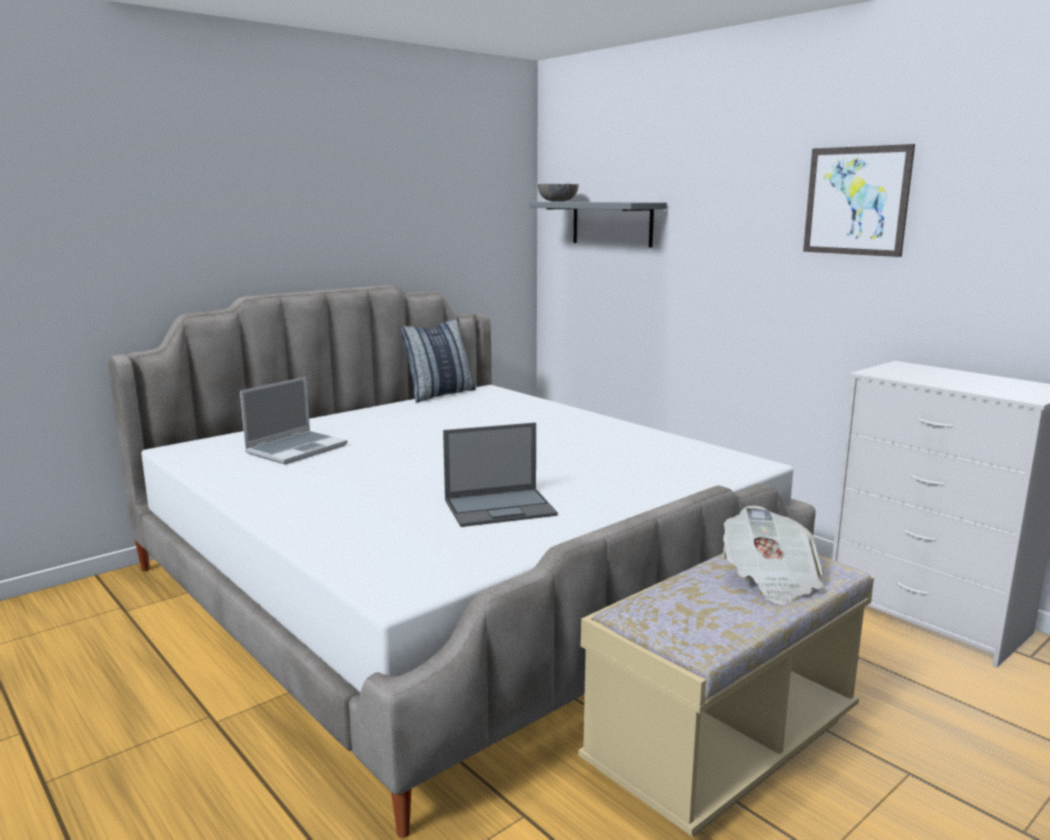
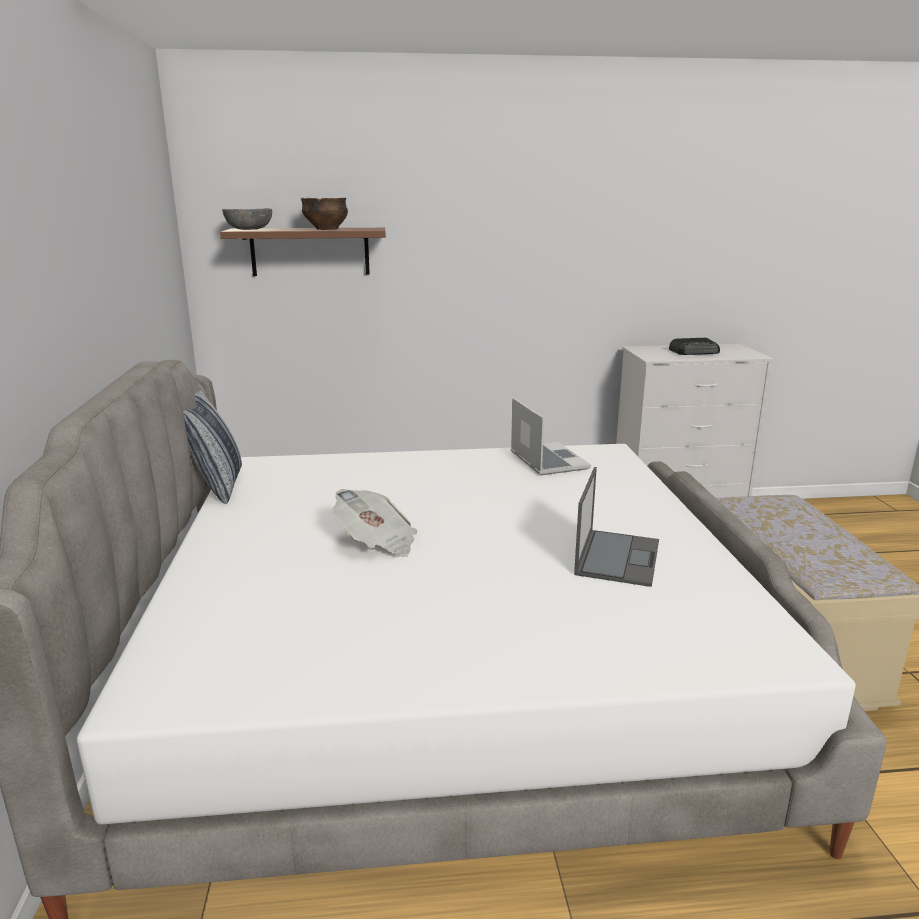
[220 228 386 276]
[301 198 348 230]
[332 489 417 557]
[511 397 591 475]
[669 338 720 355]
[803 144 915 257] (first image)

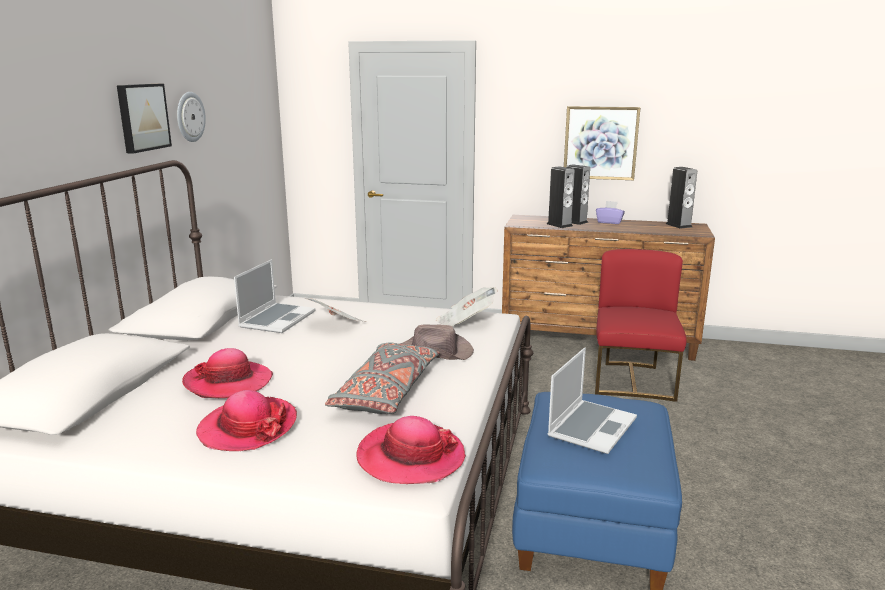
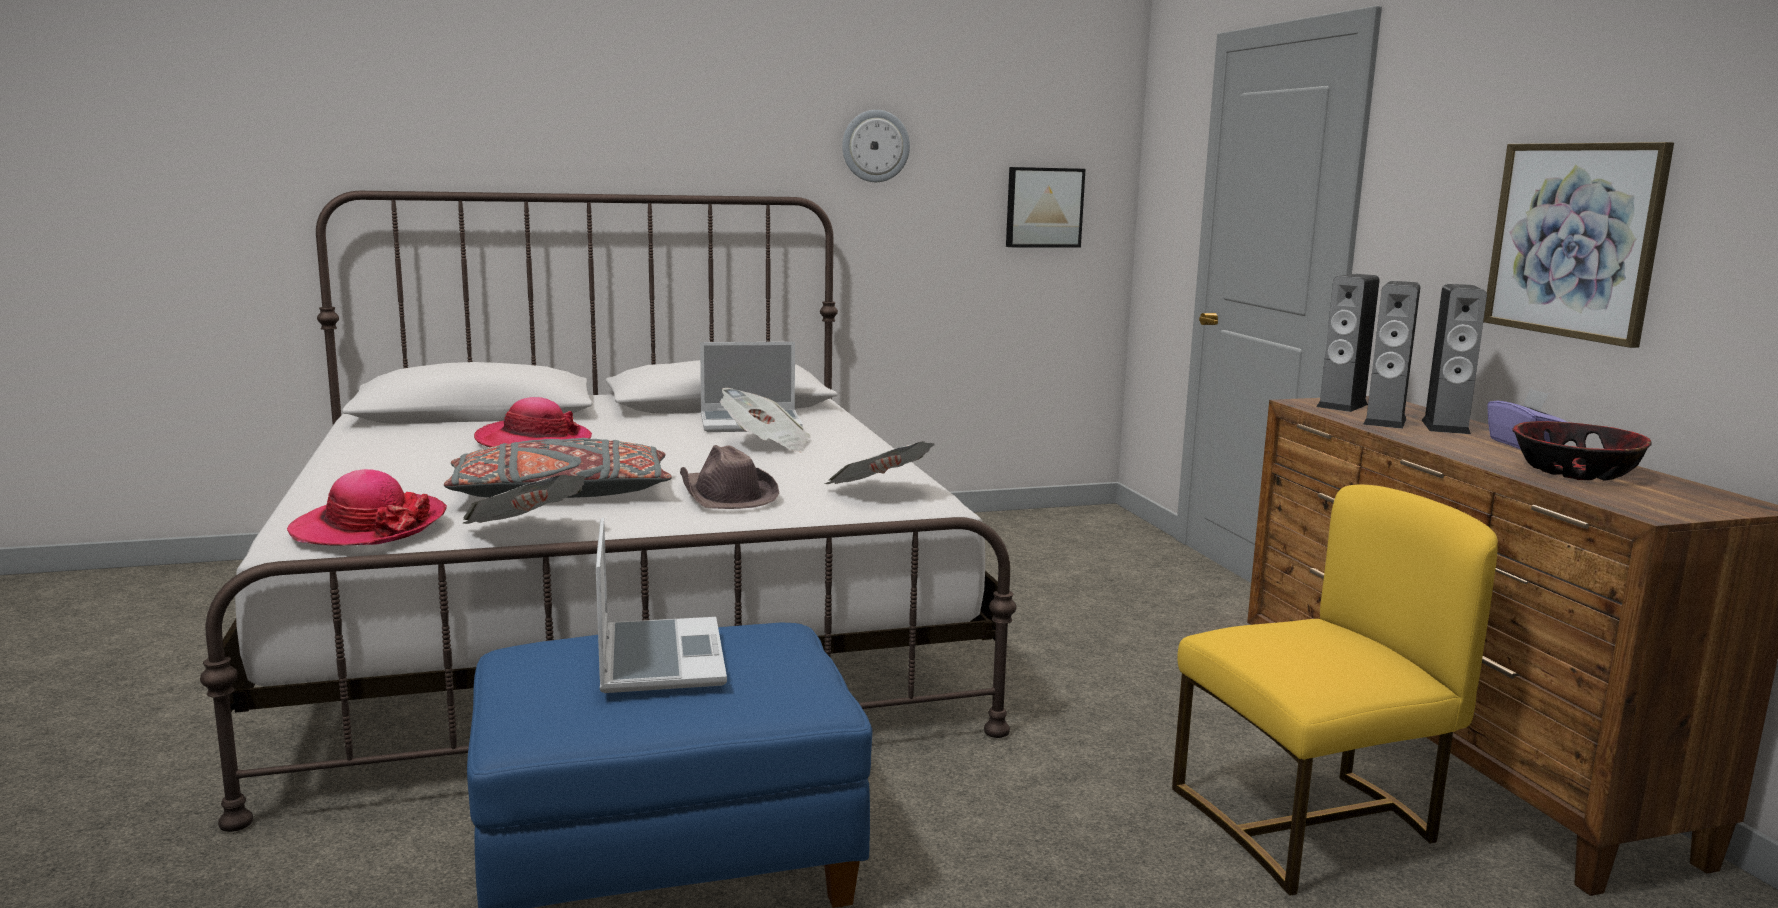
[462 475 586 524]
[596 518 727 693]
[1006 167 1086 248]
[1172 485 1498 896]
[1316 274 1380 412]
[1512 421 1652 480]
[196 390 297 451] (first image)

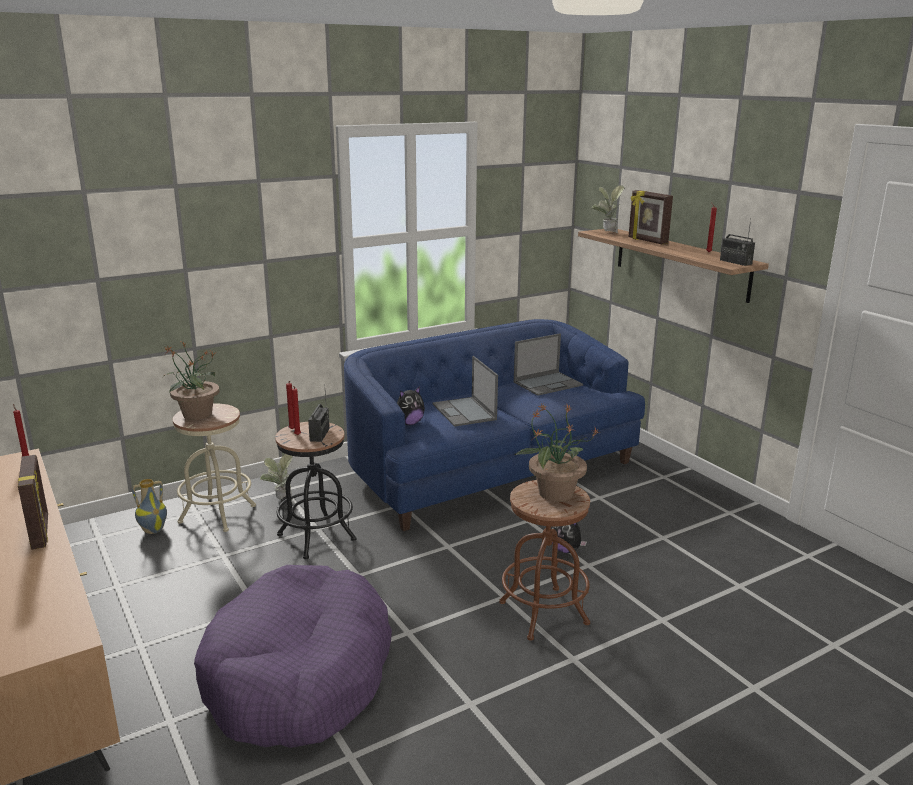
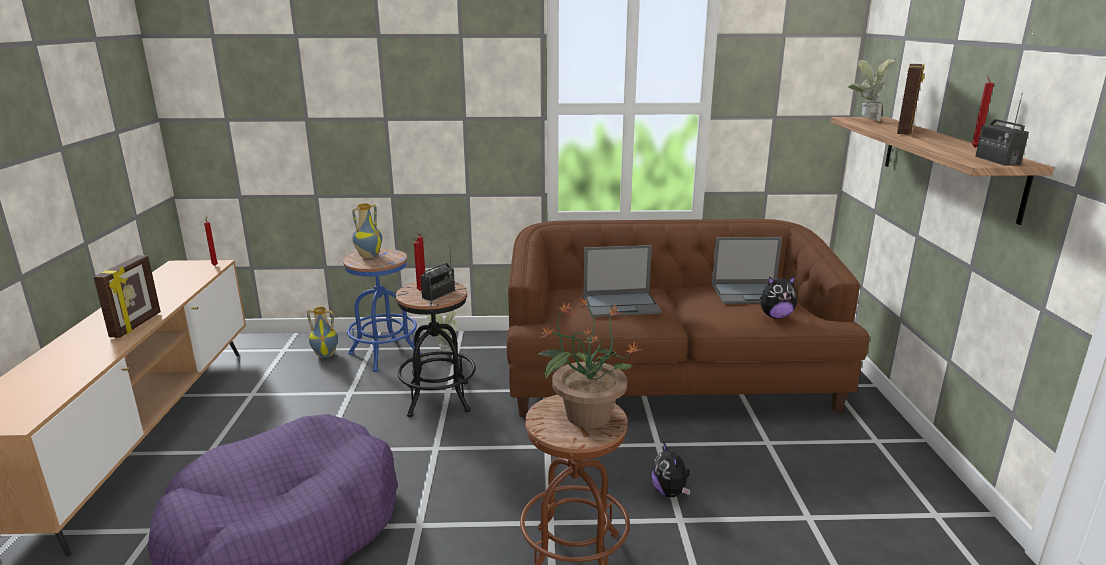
[343 248 421 372]
[352 204 382 258]
[507 219 869 417]
[583 245 662 317]
[760 276 797 319]
[897 64 925 135]

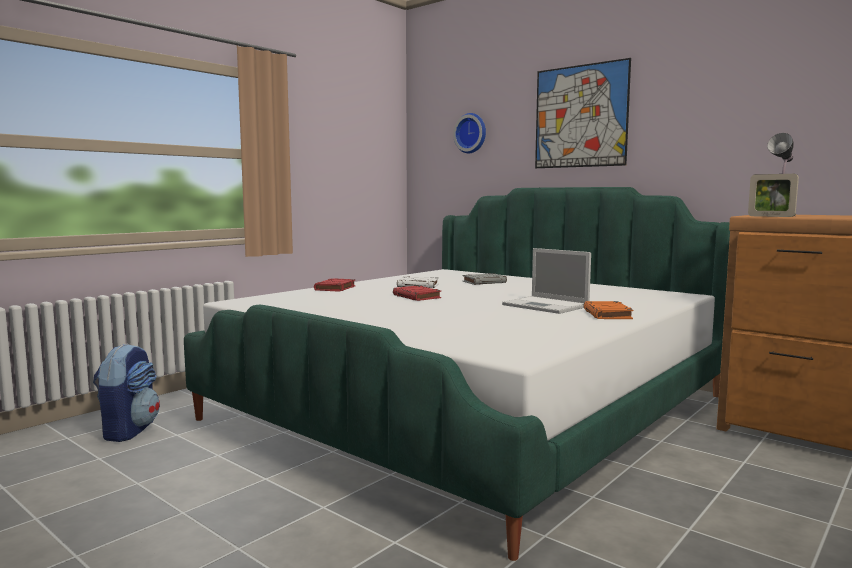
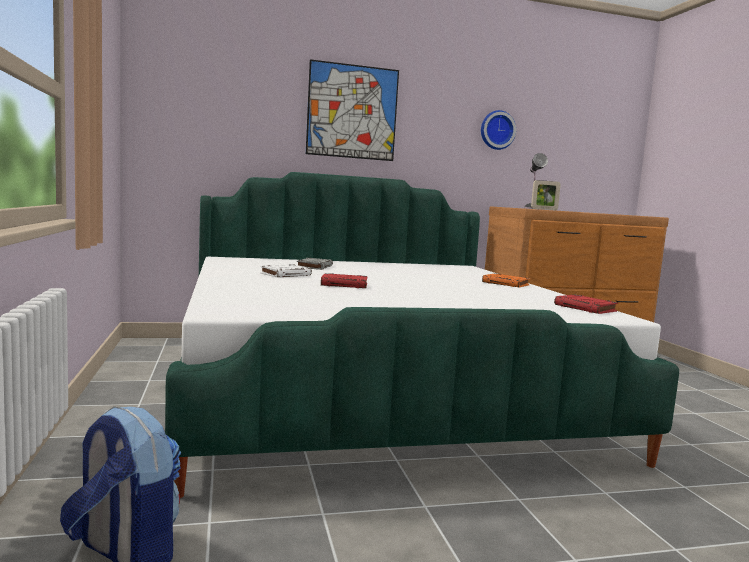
[481 110 516 150]
[554 295 618 314]
[502 248 591 314] (first image)

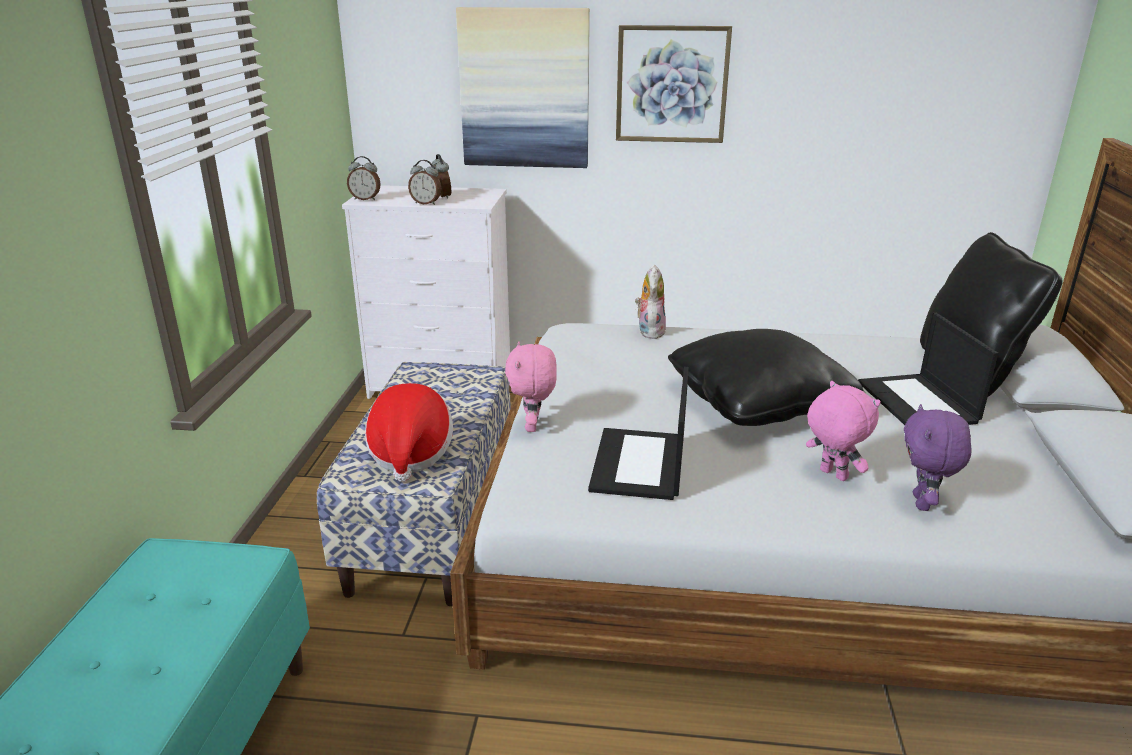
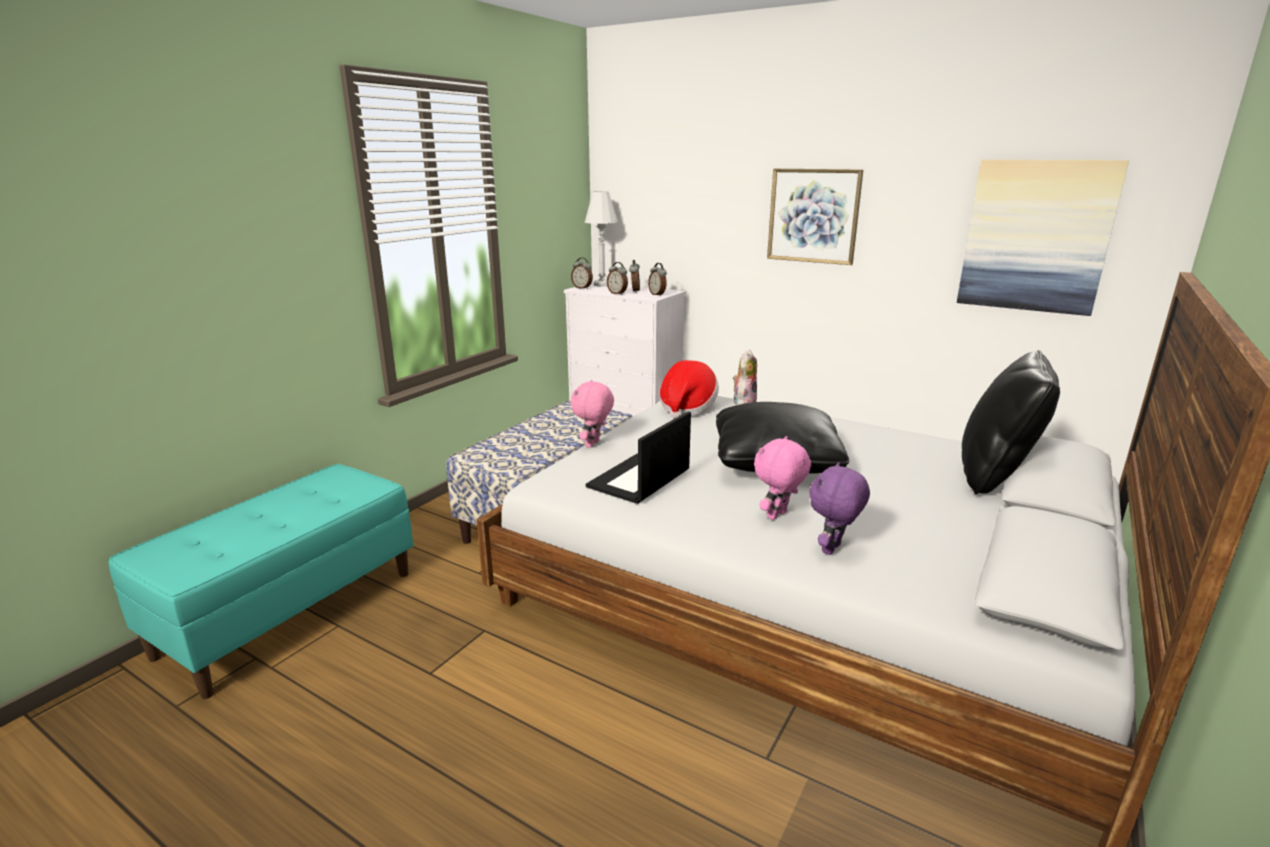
[585 191 618 287]
[648 263 667 296]
[659 360 719 418]
[754 436 811 520]
[957 160 1129 316]
[858 313 998 425] (first image)

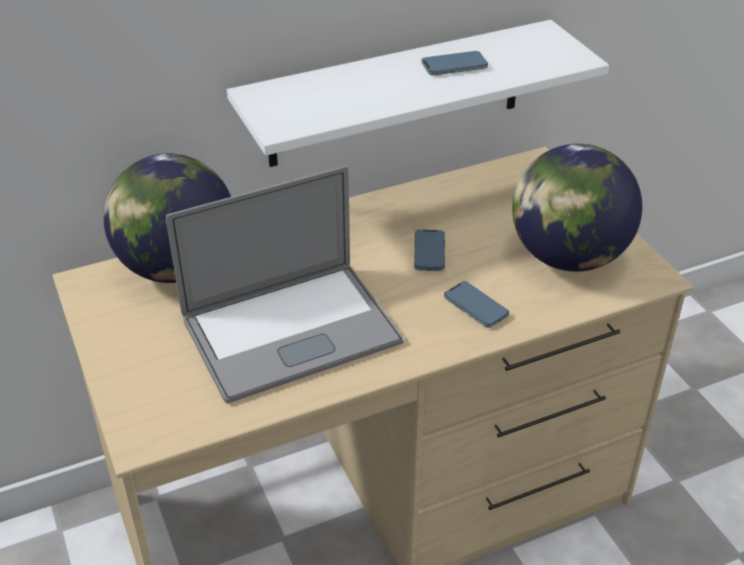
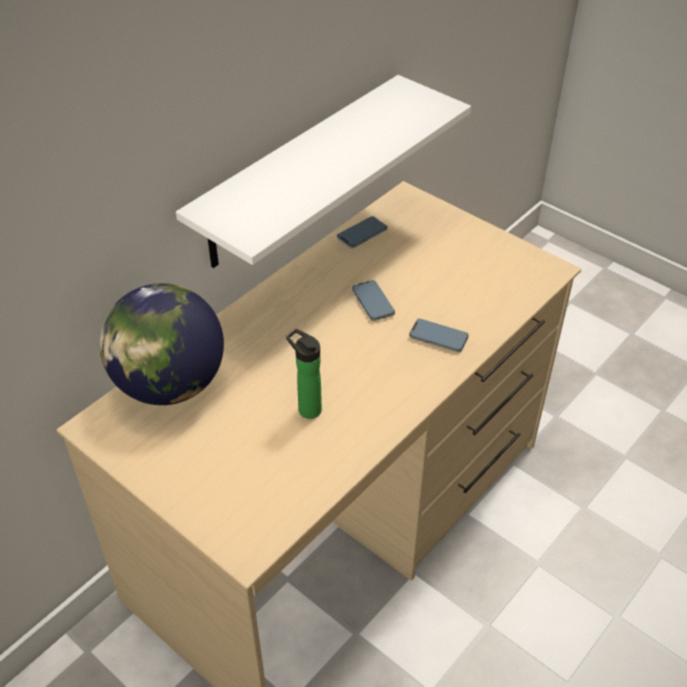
[286 329 322 419]
[337 216 387 248]
[512 144 642 272] (first image)

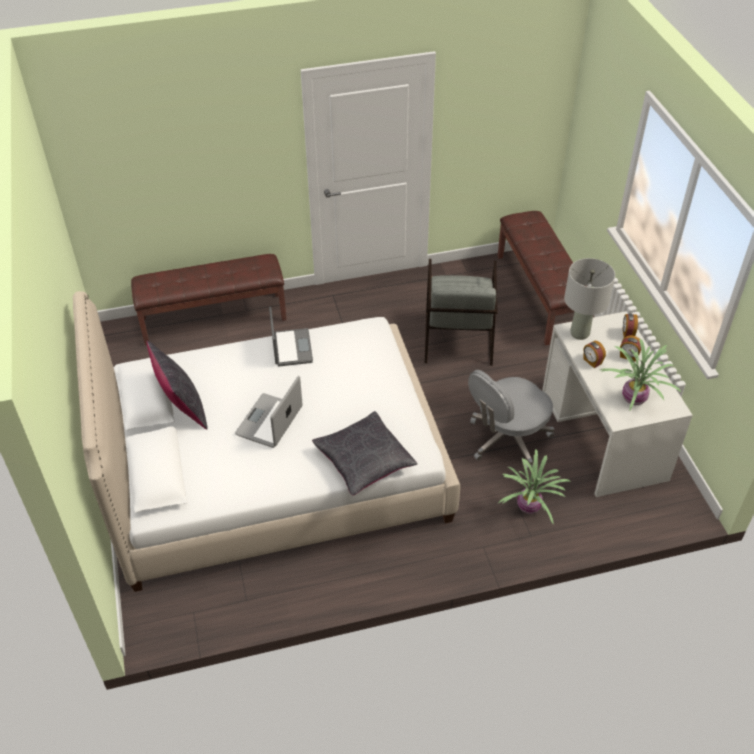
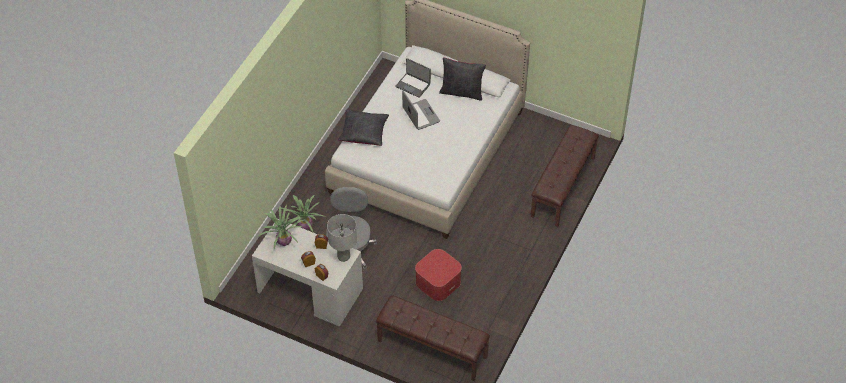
[395 58 431 98]
[415 249 462 301]

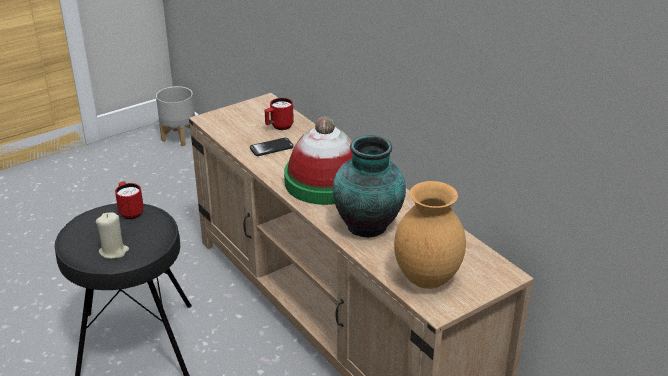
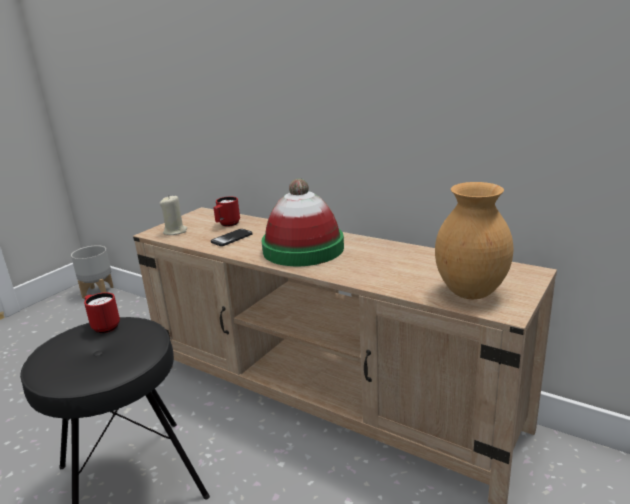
[160 195 187 235]
[332 135 406 237] (first image)

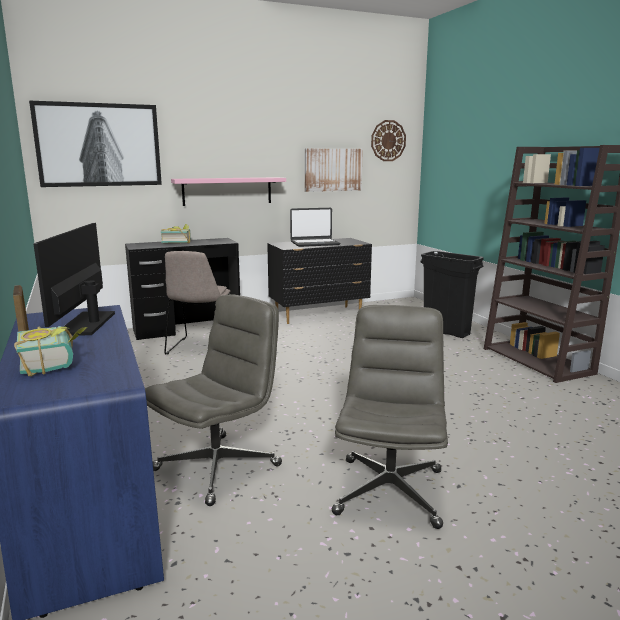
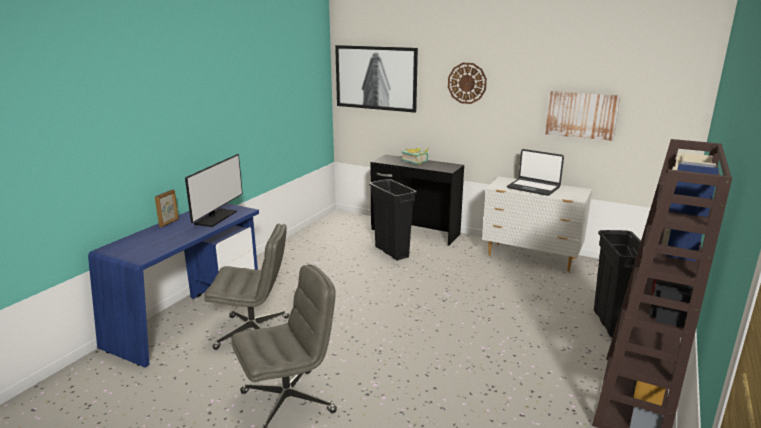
[185 154 243 227]
[369 179 417 261]
[448 63 487 104]
[482 177 592 272]
[14 326 87 376] (first image)
[171 177 286 206] (first image)

